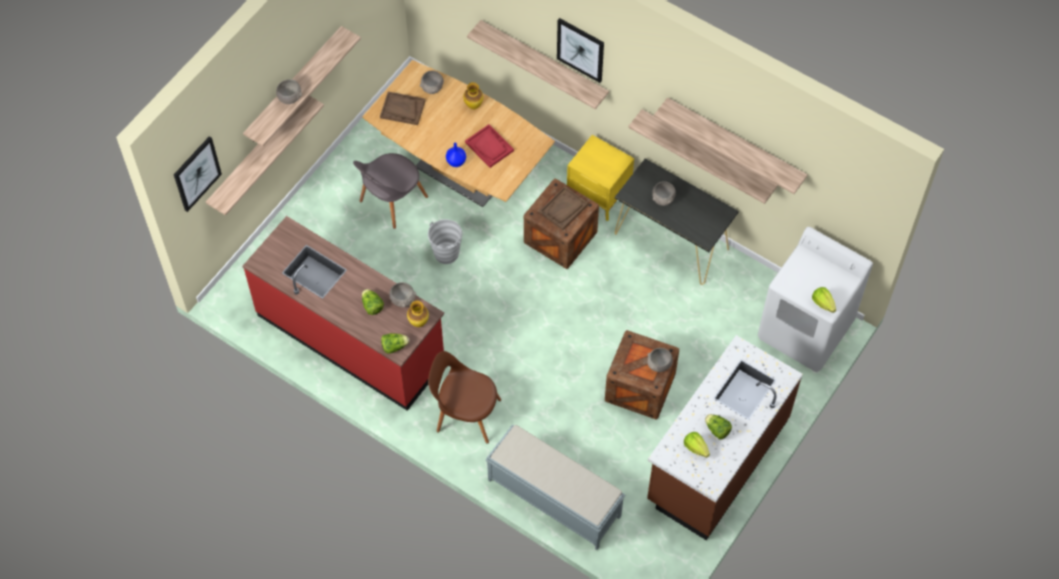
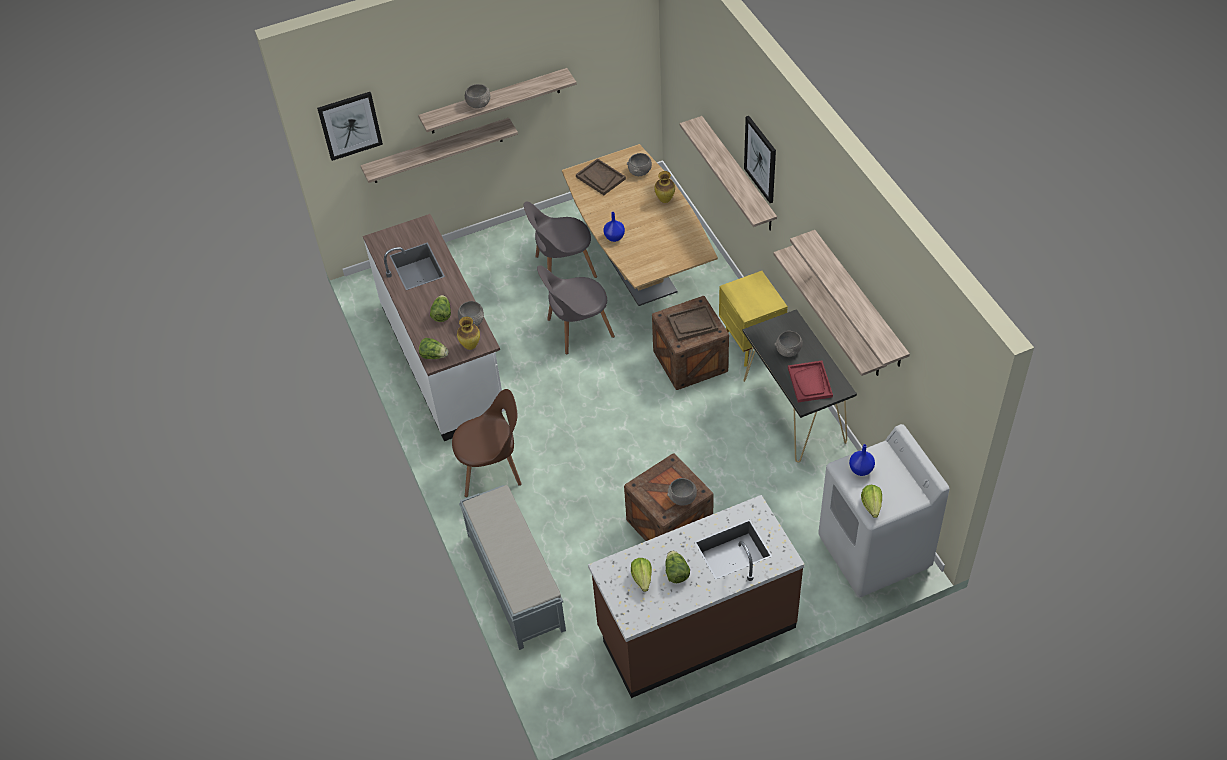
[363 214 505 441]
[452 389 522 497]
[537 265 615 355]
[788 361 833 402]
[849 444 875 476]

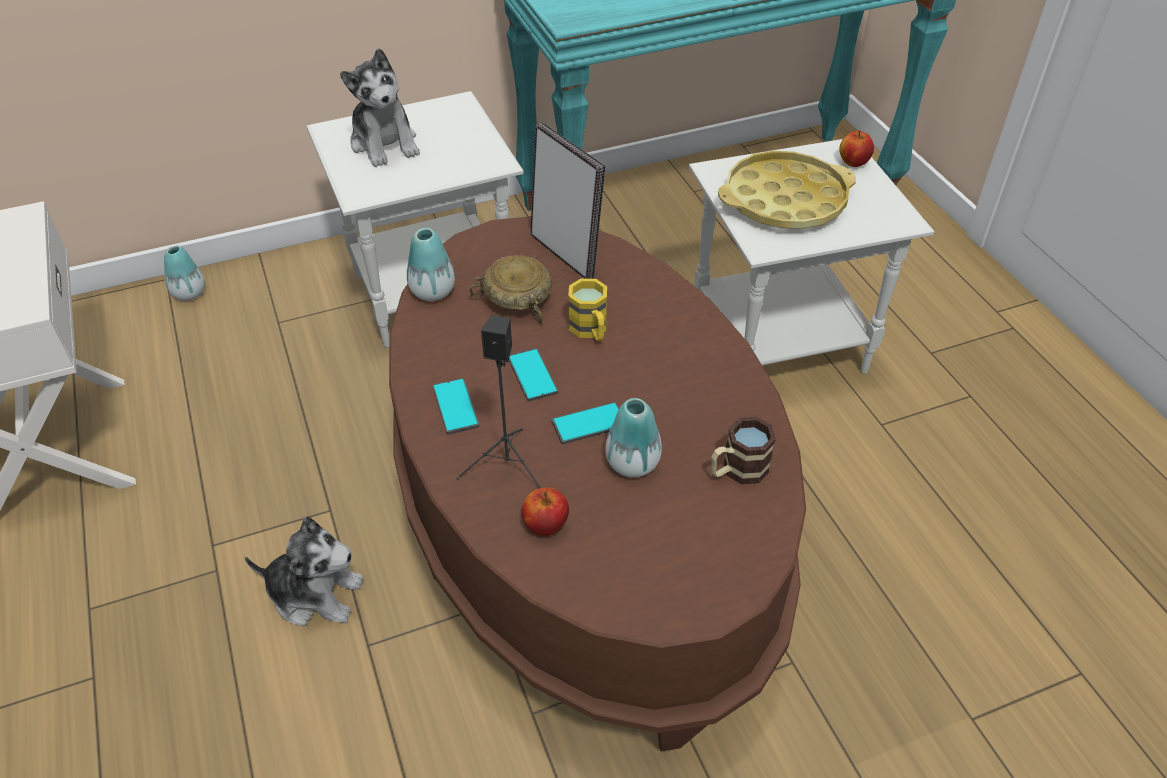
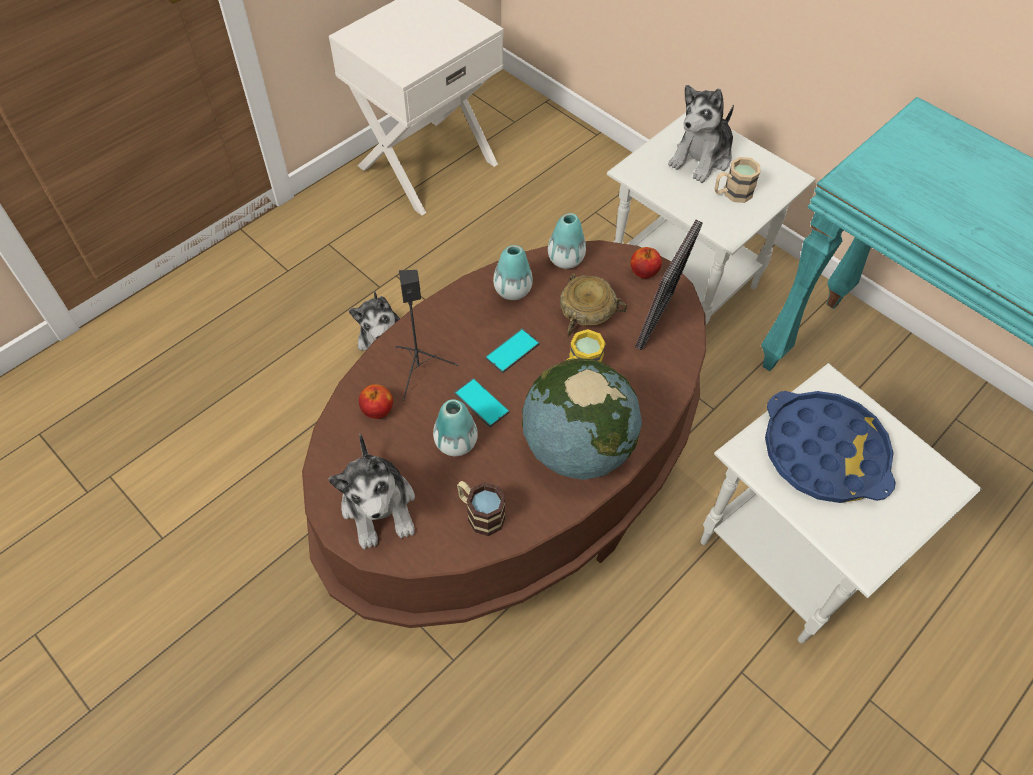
[329 433 415 549]
[493 245 533 300]
[522 358 642 480]
[630 247 662 279]
[715 157 761 203]
[765 391 896 503]
[433 378 479 435] (first image)

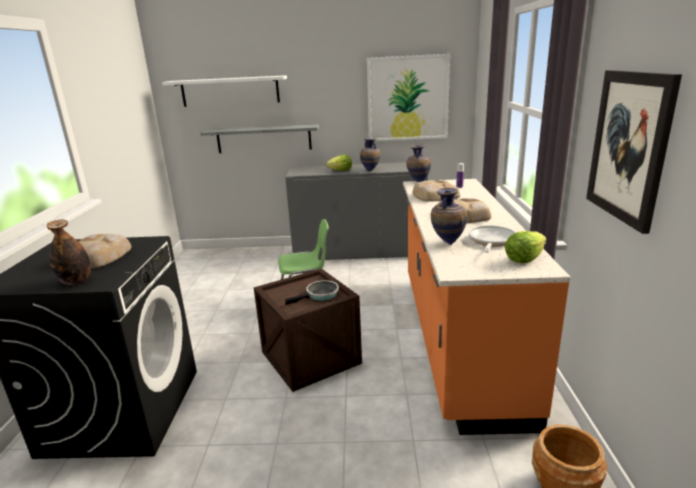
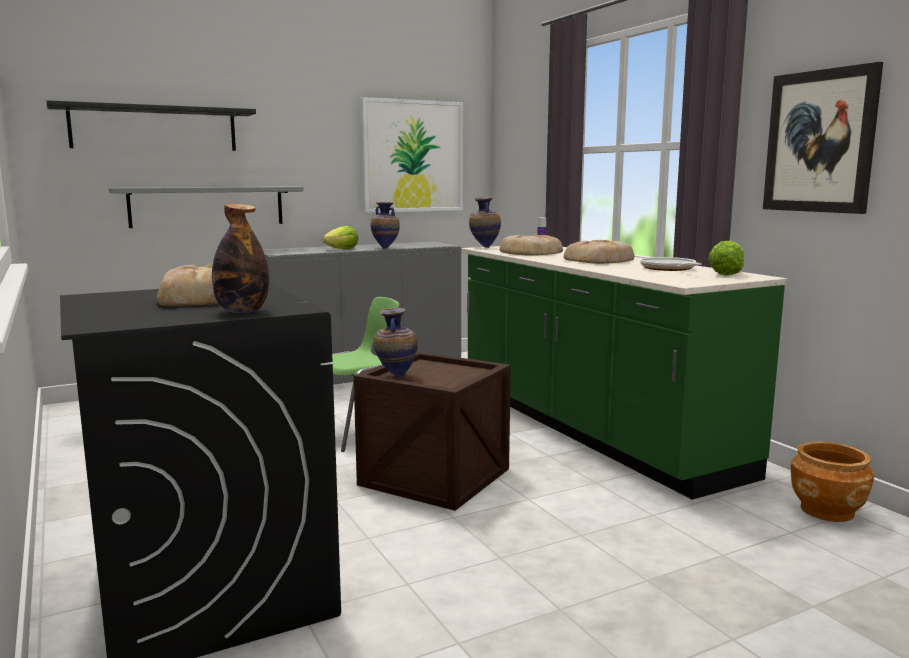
[46 100 256 151]
[373 308 418 378]
[462 246 787 500]
[285 280 339 305] (first image)

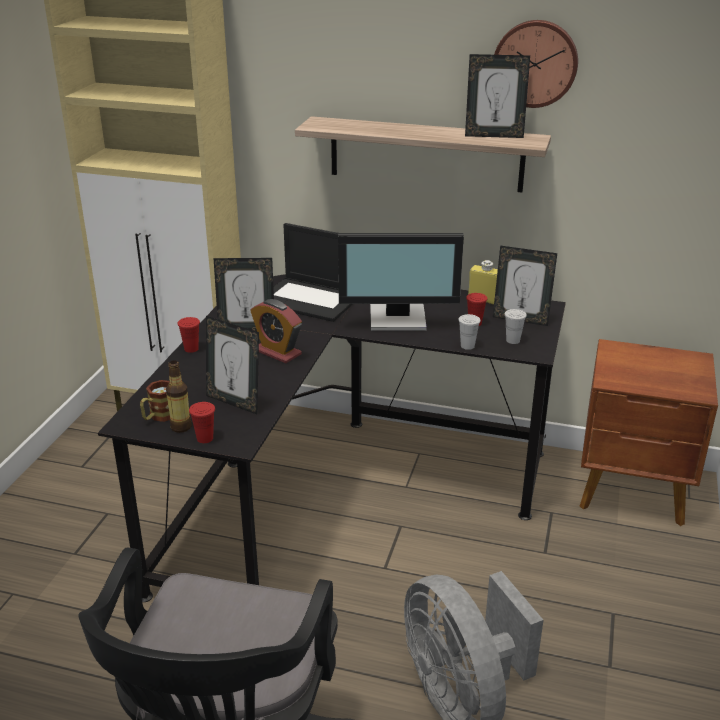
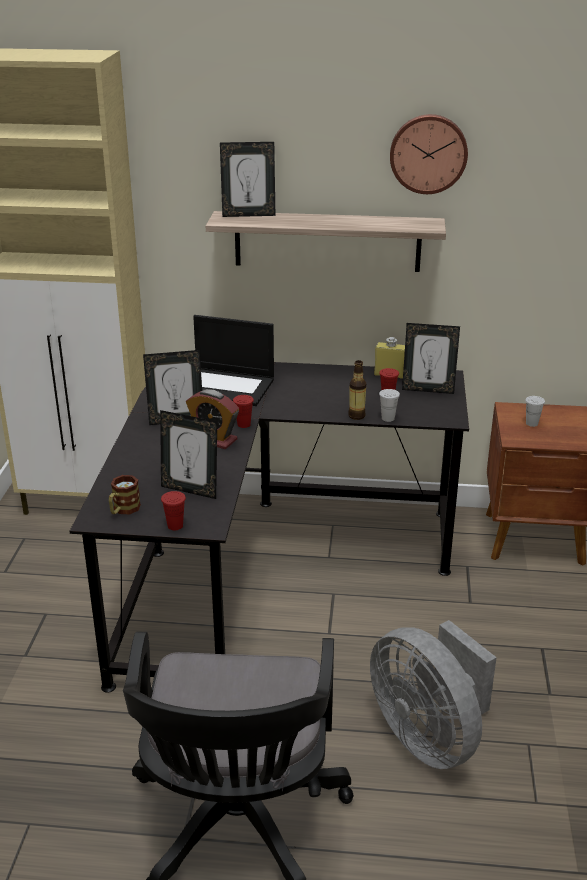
[220 142 275 217]
[233 395 254 428]
[348 360 366 420]
[525 396 545 427]
[338 233 464 331] (first image)

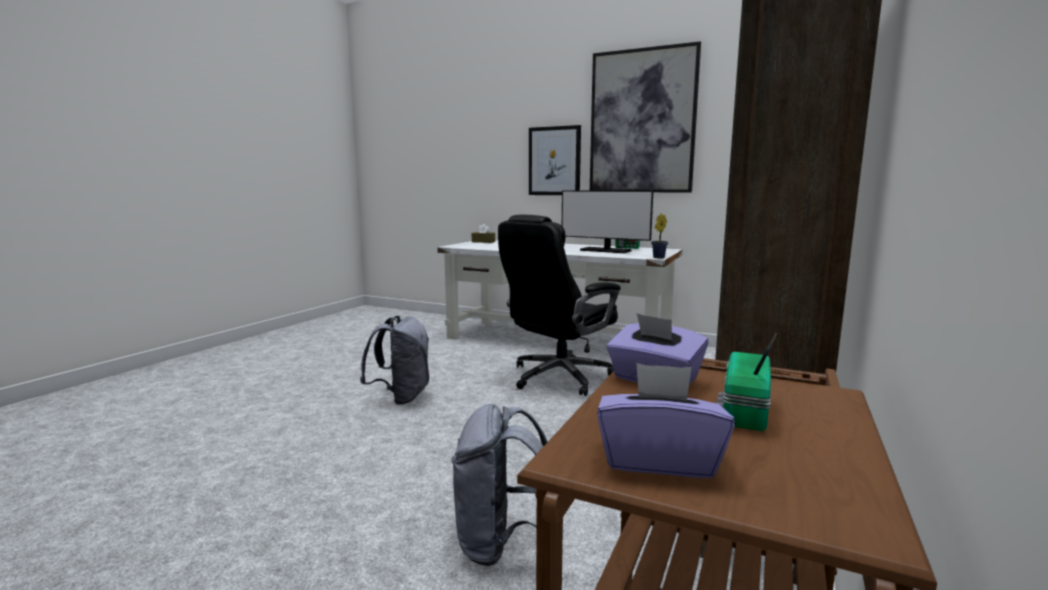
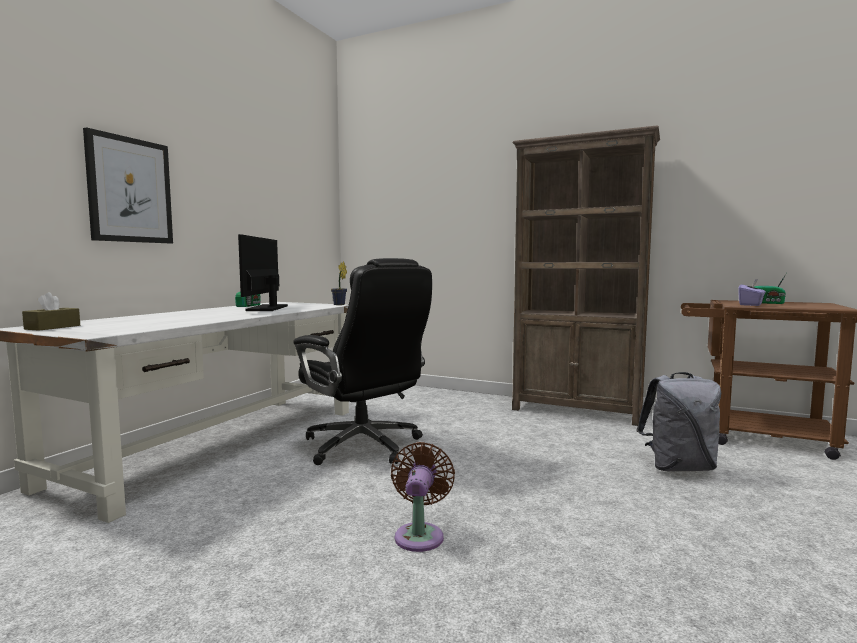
[238 234 288 311]
[391 442 455 552]
[590 41 701 192] (first image)
[597 363 735 478] (first image)

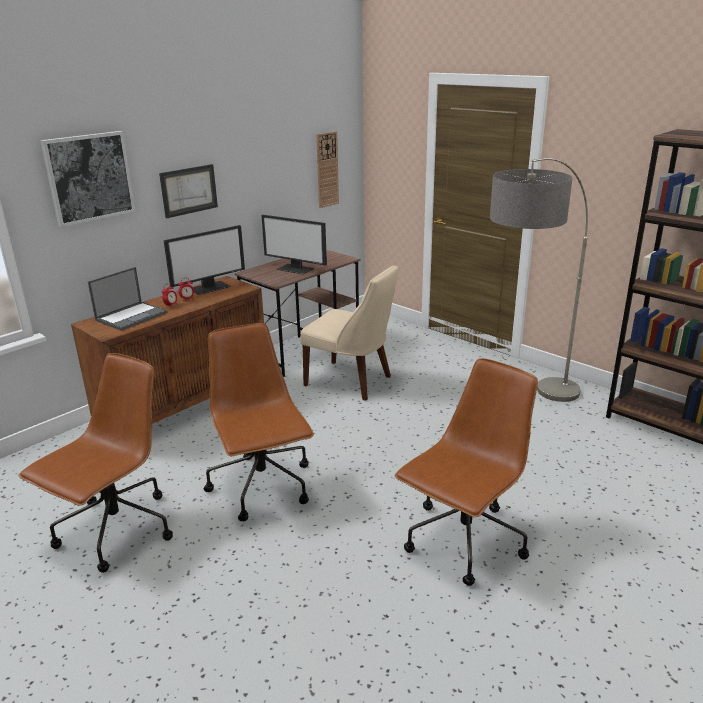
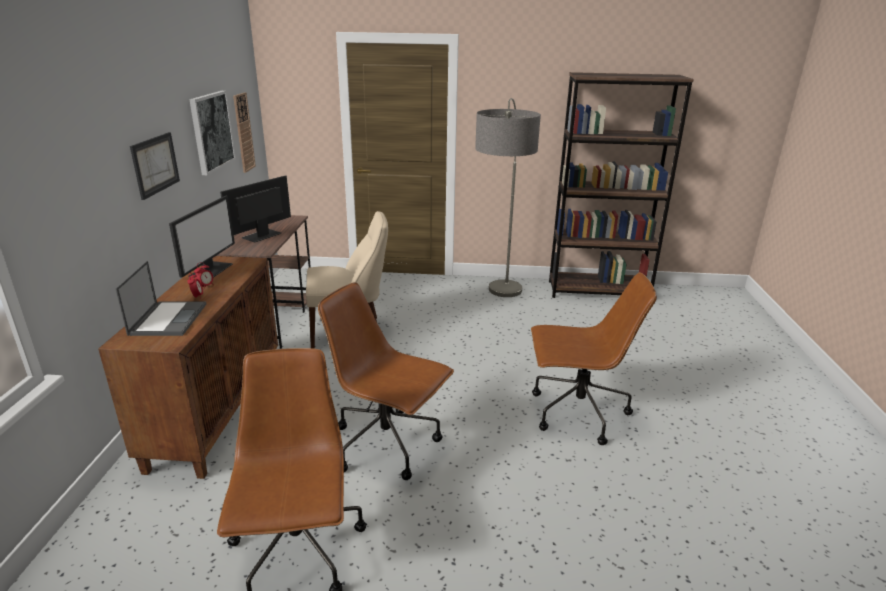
[189 91 236 175]
[220 176 291 243]
[531 272 657 445]

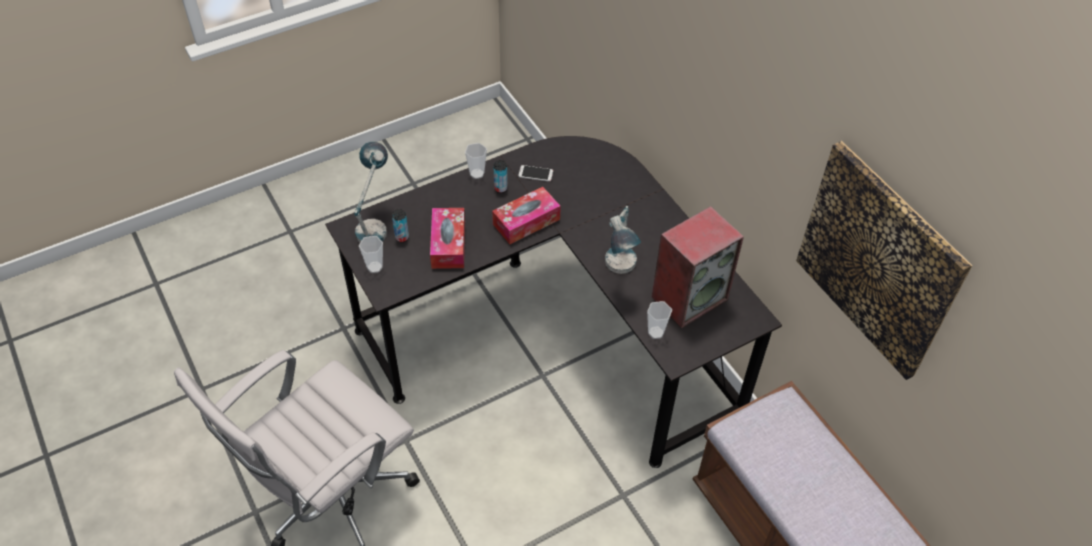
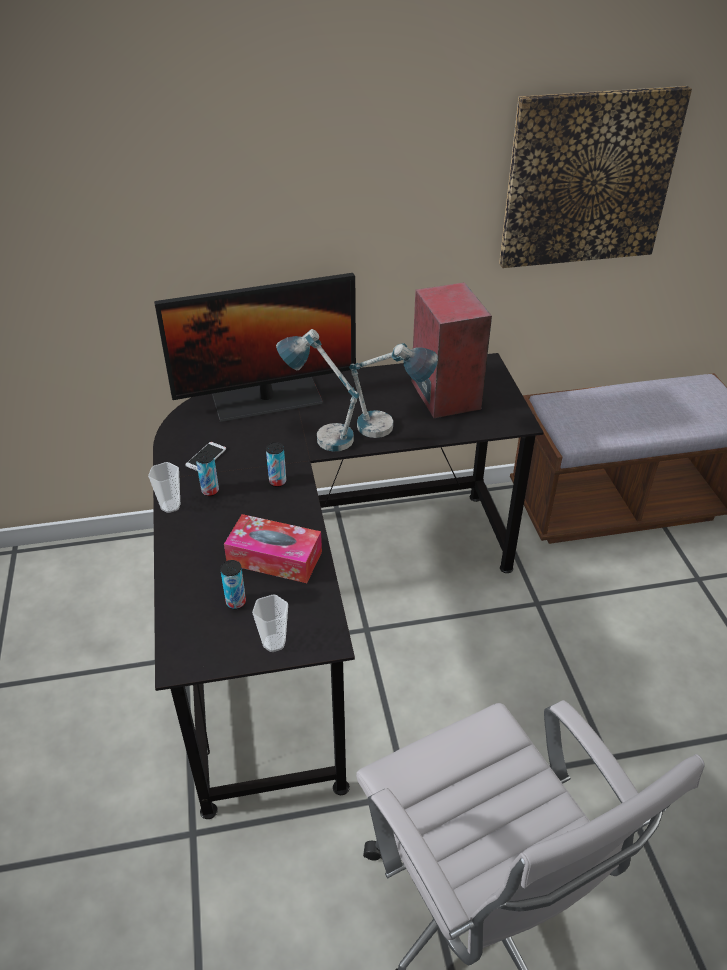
[154 273 356 422]
[266 442 286 487]
[276 329 359 452]
[647 301 672 339] (first image)

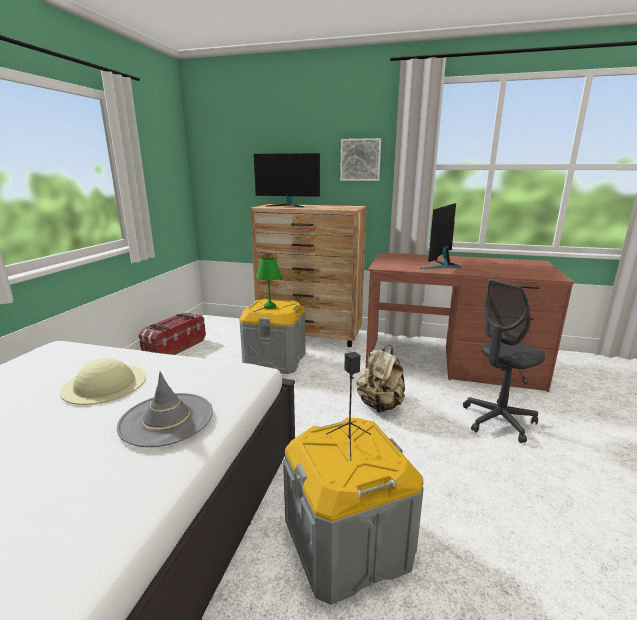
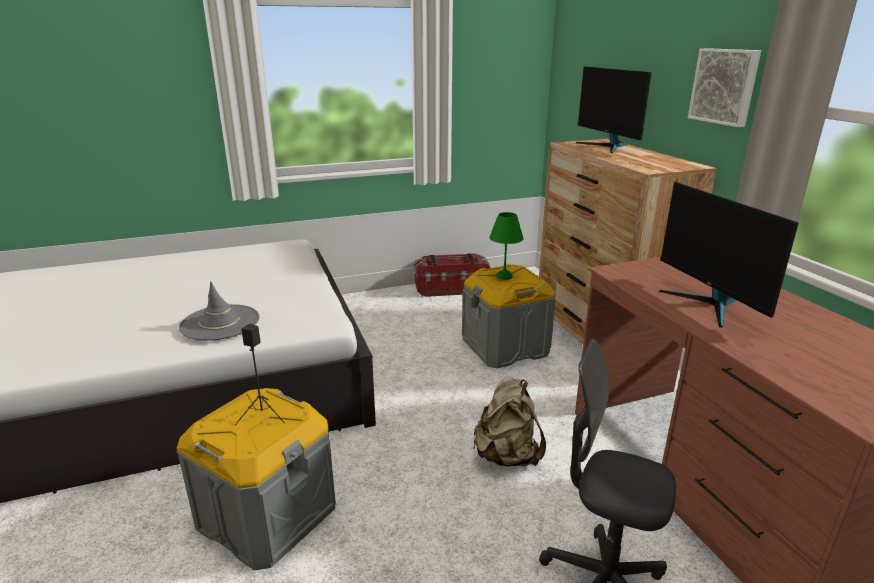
[659 182 799 328]
[60 358 146 405] (first image)

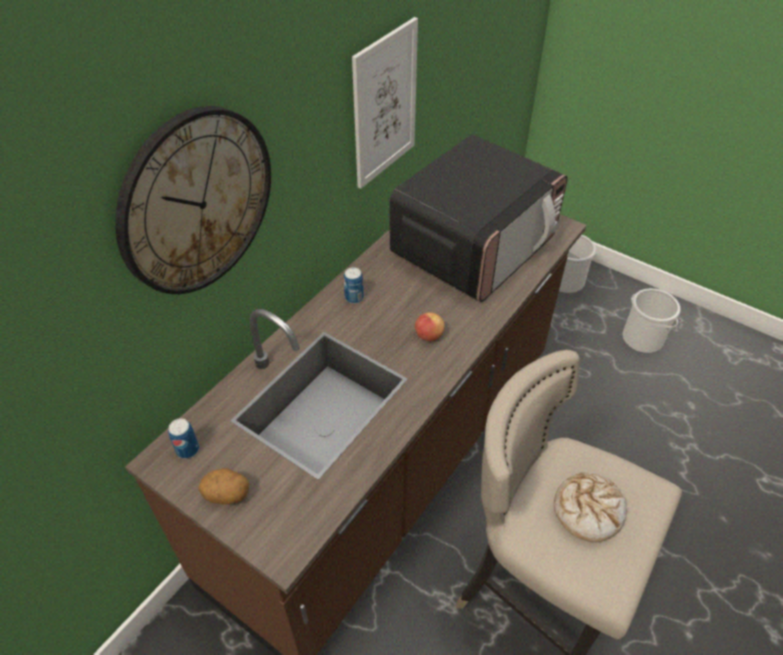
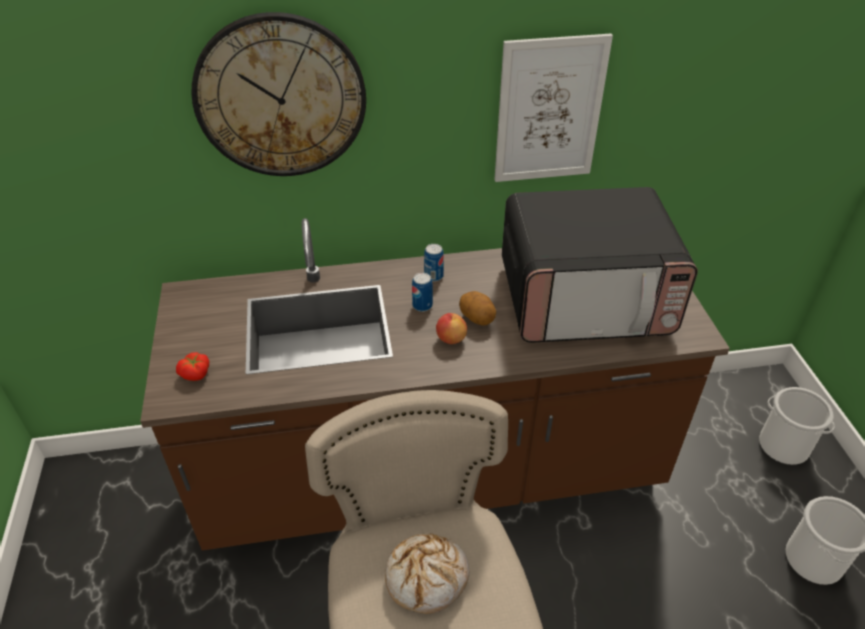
[176 352 209 381]
[412 272 433 312]
[459 291 496 326]

